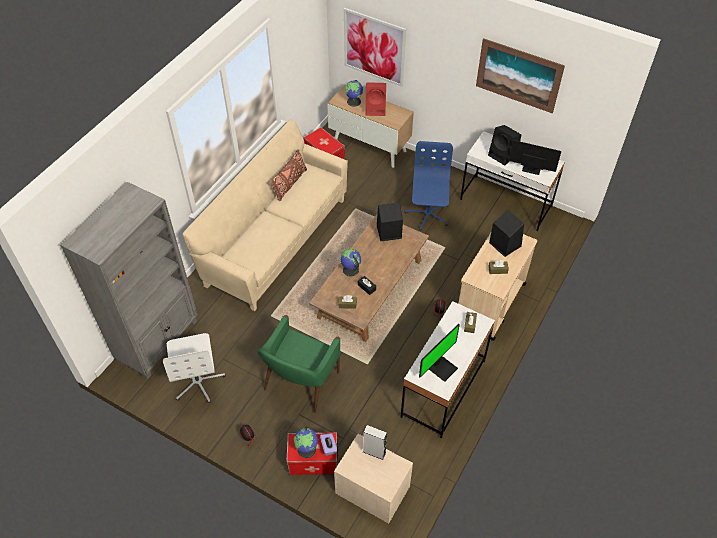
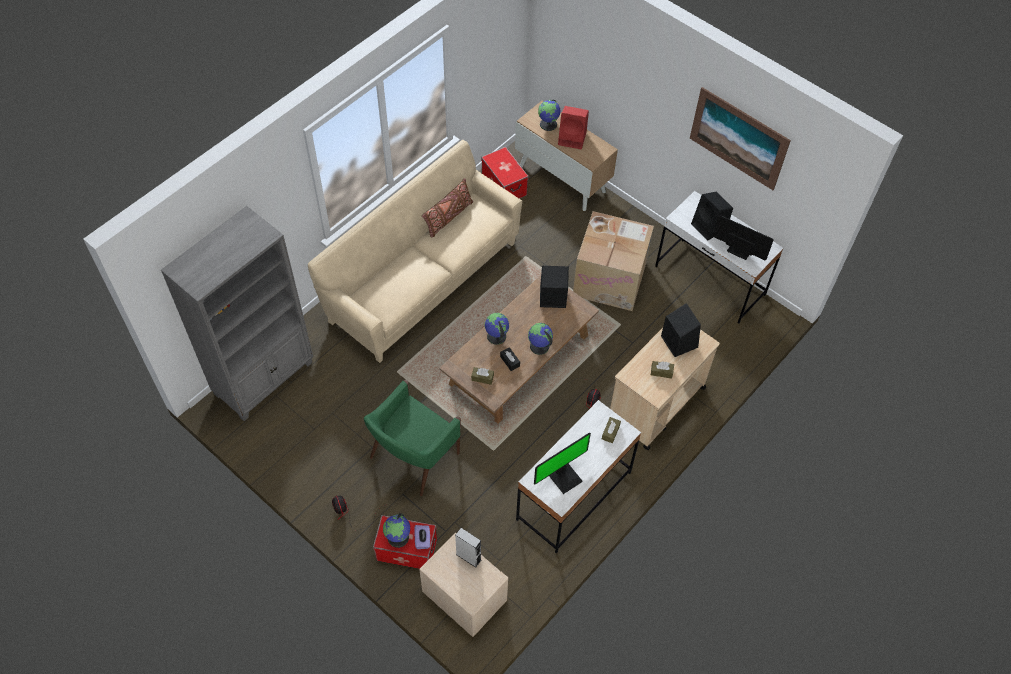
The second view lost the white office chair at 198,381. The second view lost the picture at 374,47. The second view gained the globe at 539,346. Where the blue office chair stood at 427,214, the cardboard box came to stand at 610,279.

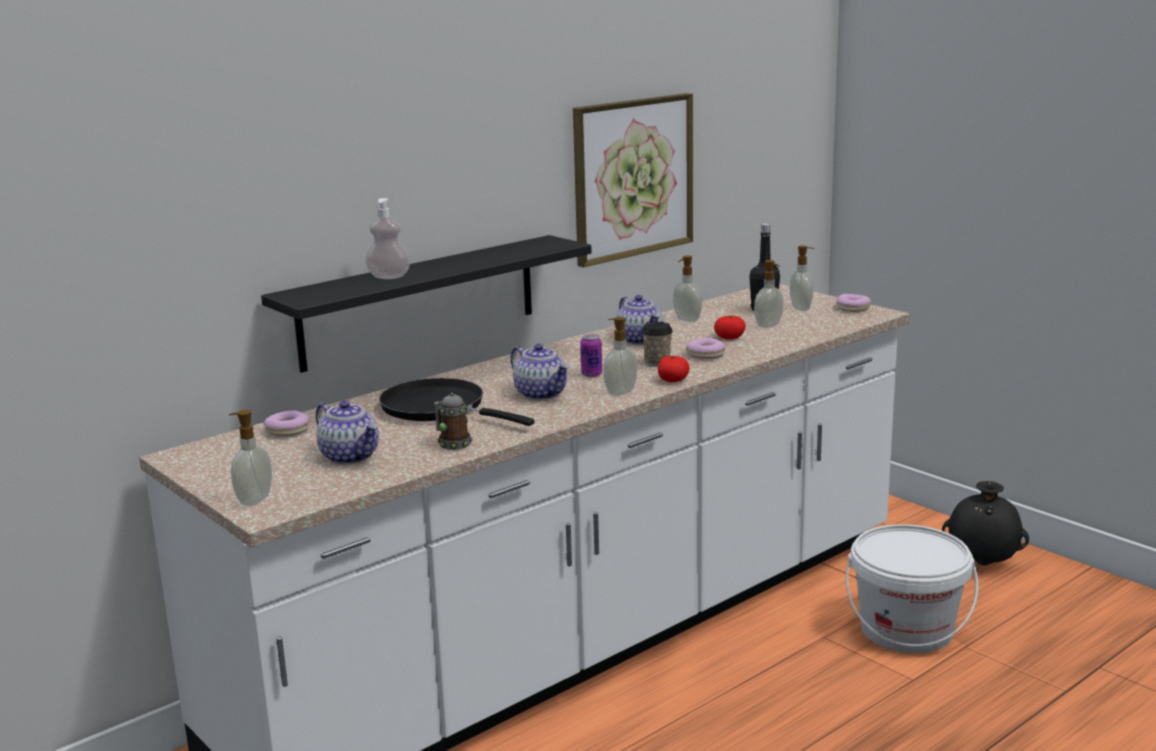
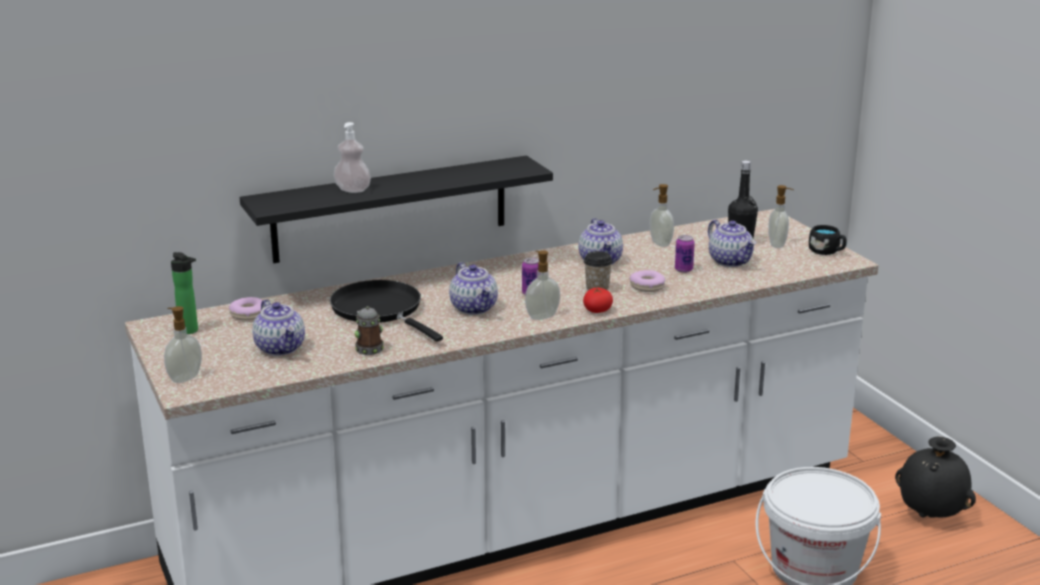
The second view lost the picture at 632,178. The second view gained the bottle at 190,331. Where the tomato stood at 729,337, the can came to stand at 683,270. Where the soap dispenser stood at 769,326, the teapot came to stand at 730,261. Where the donut stood at 853,308, the black mug came to stand at 827,251.

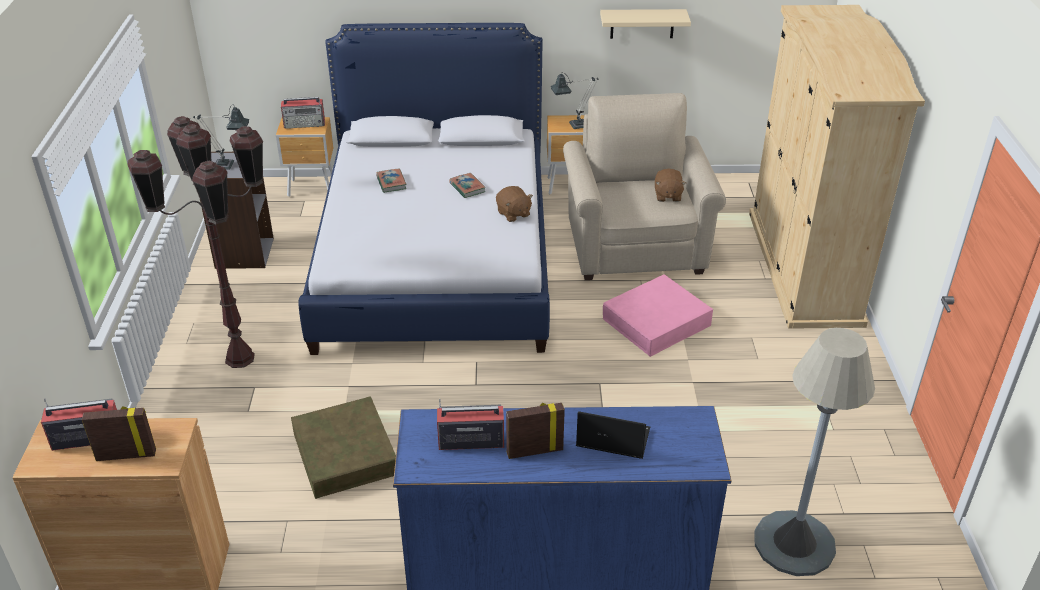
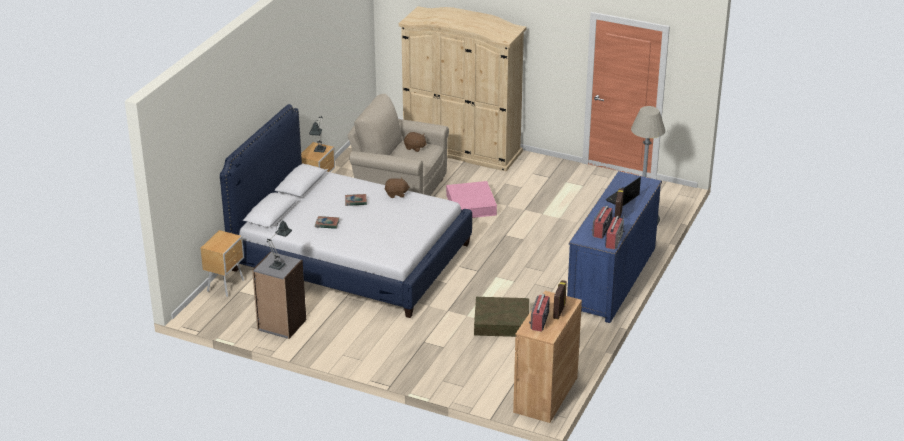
The second view lost the brown floor lamp at 239,358. The second view lost the beige shelf at 642,23. The radio ended up elsewhere, having gone from 305,124 to 614,240.

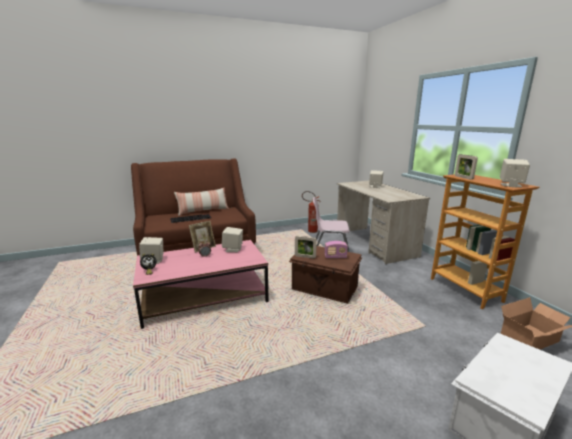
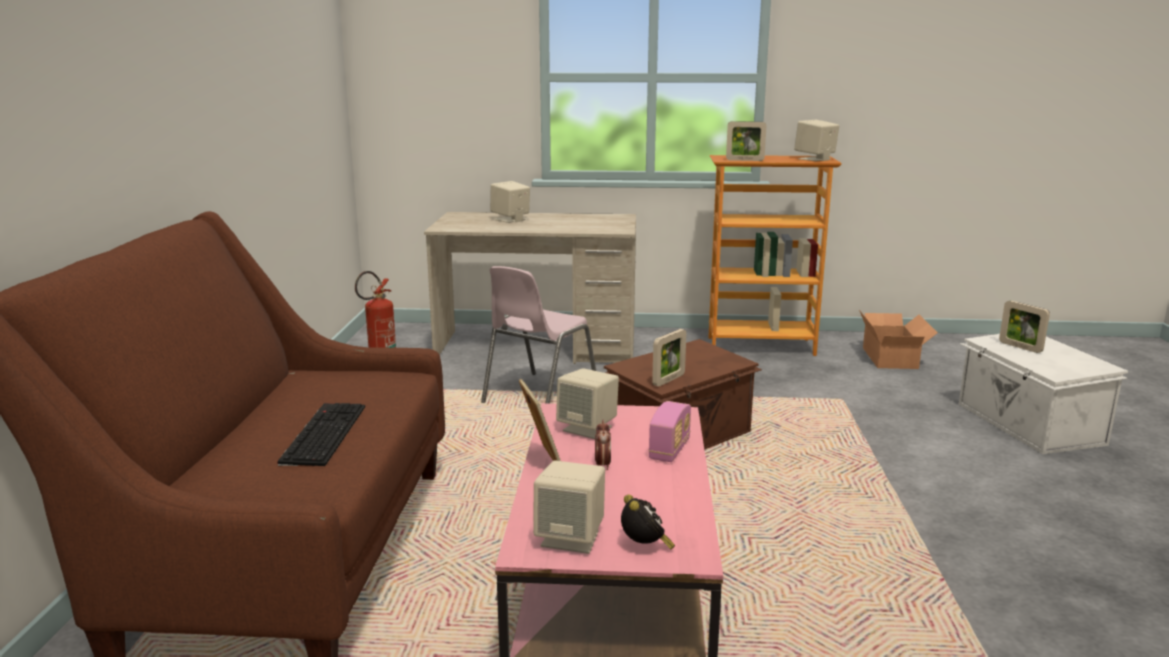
The second view lost the pillow at 203,211. The second view gained the picture frame at 1020,347. The radio ended up elsewhere, having gone from 335,257 to 669,450.

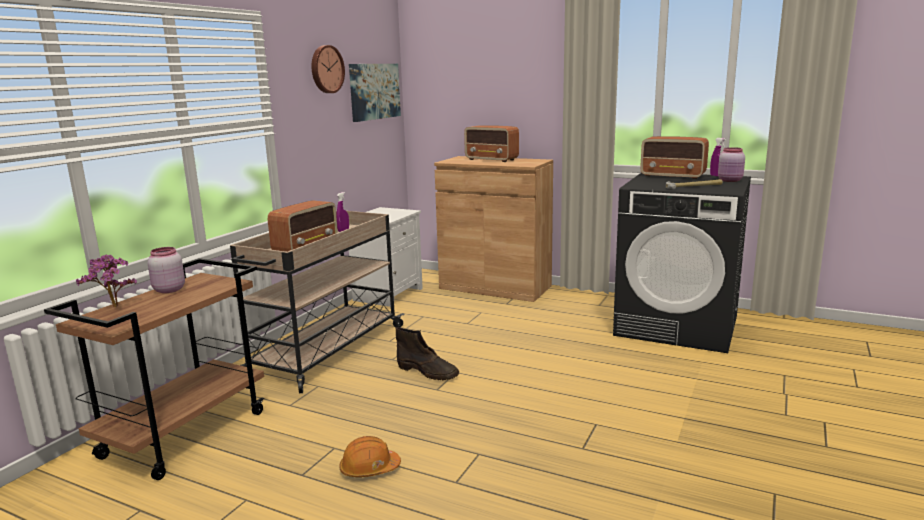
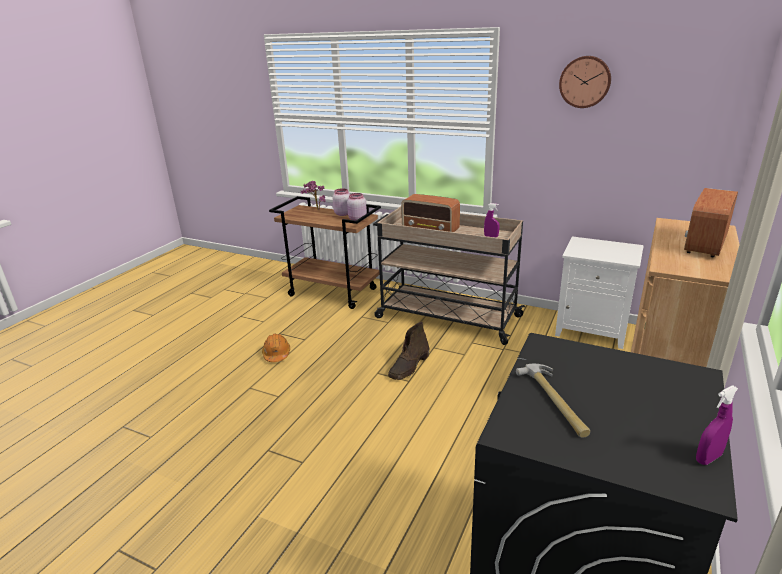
The second view lost the picture at 374,91. The second view lost the radio at 673,176. The pink jar ended up elsewhere, having gone from 730,180 to 357,219.

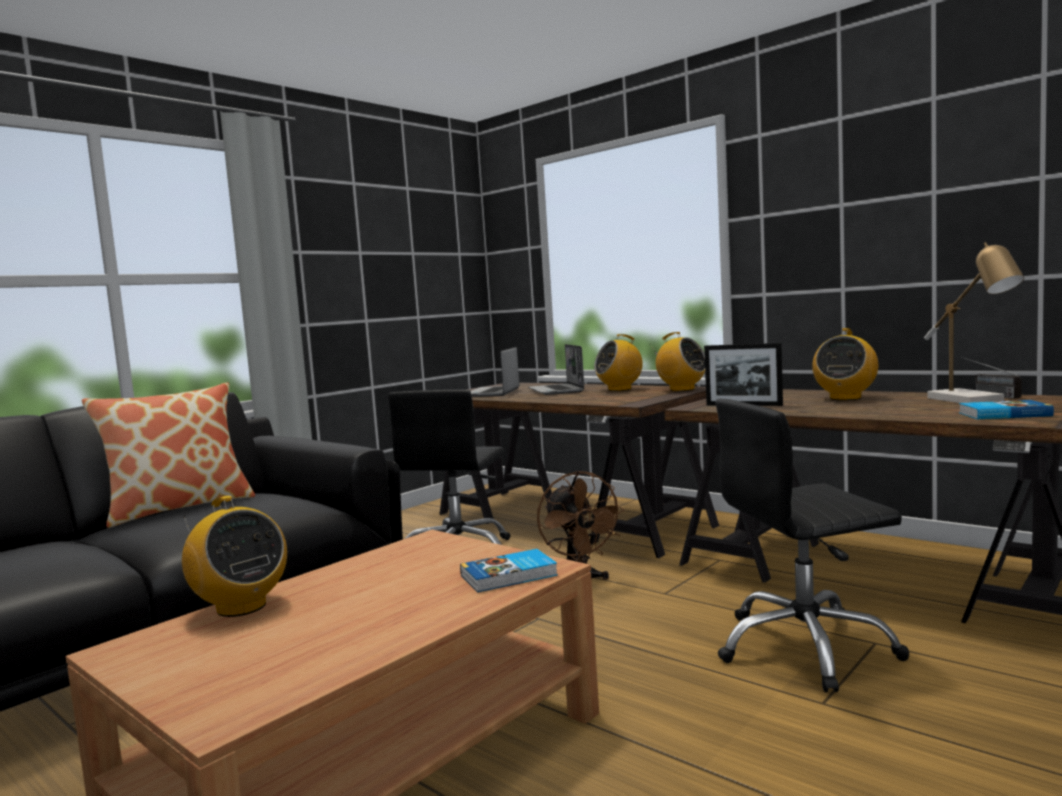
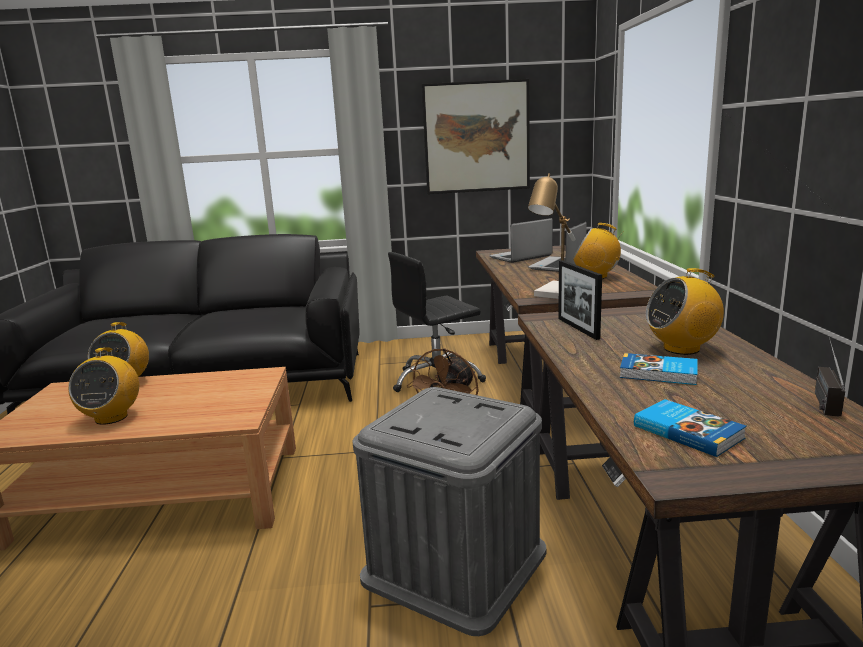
The second view lost the pillow at 179,508. The second view gained the picture at 476,137. The book ended up elsewhere, having gone from 510,575 to 659,373. The radio ended up elsewhere, having gone from 681,389 to 111,417. The table lamp ended up elsewhere, having gone from 972,400 to 554,294. Where the black office chair stood at 805,647, the grey storage box came to stand at 455,564.

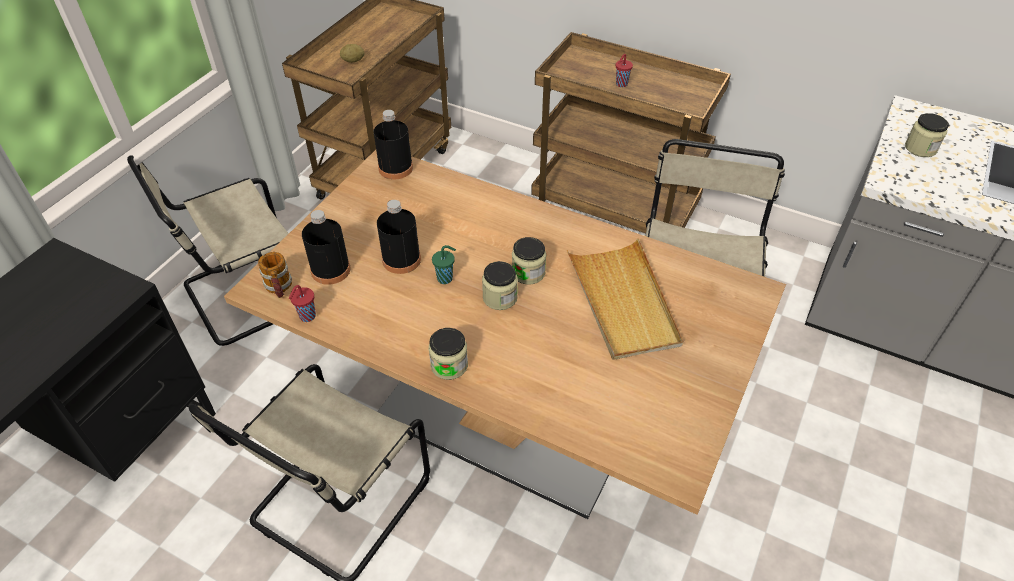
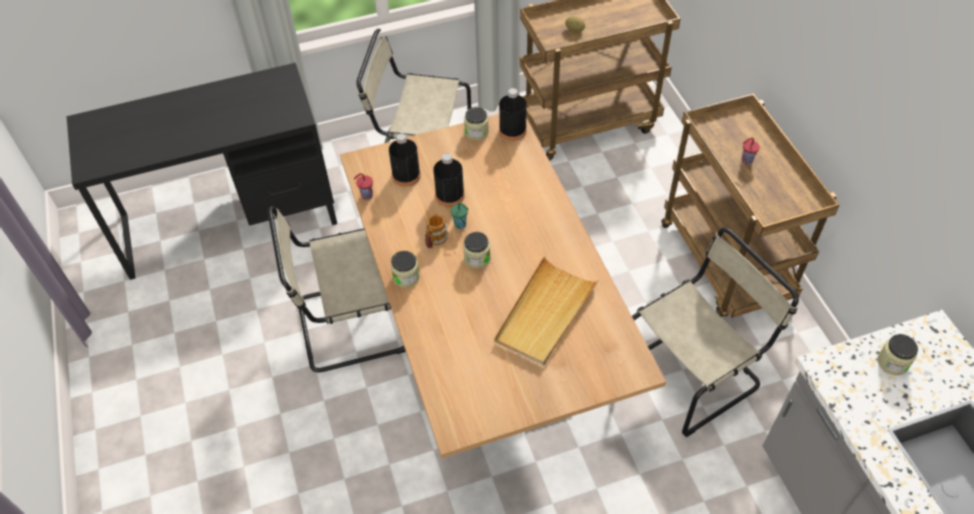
The mug ended up elsewhere, having gone from 279,288 to 435,240. The jar ended up elsewhere, having gone from 528,273 to 476,132.

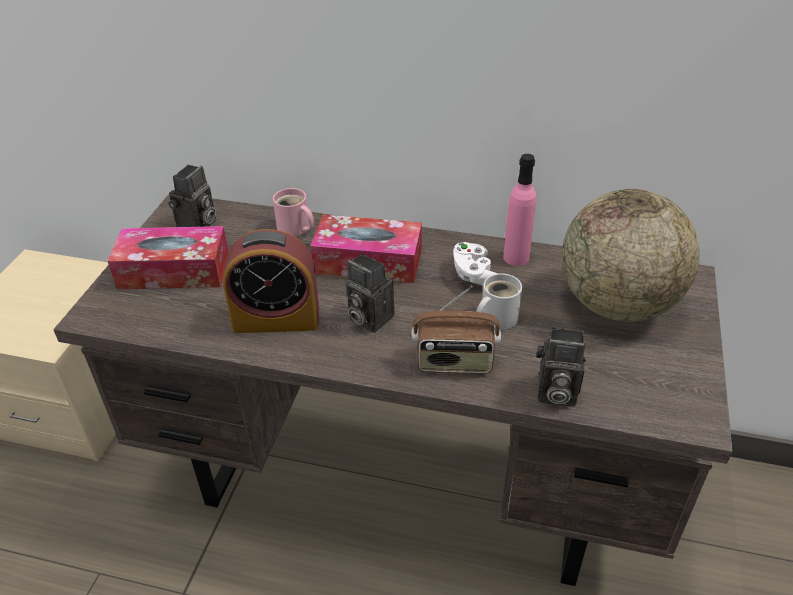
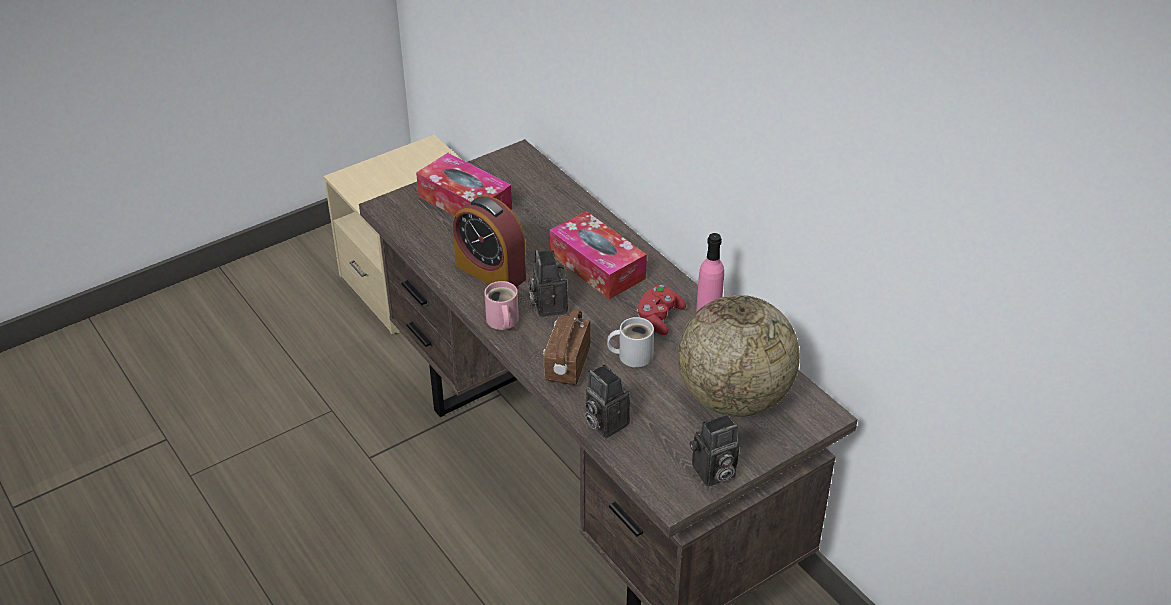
The photo camera ended up elsewhere, having gone from 197,225 to 712,473. The pink mug ended up elsewhere, having gone from 295,229 to 501,321. What was the white game controller at 474,275 turned into the red game controller at 659,318. The radio at 454,362 ended up facing another way, 60 degrees clockwise from before.

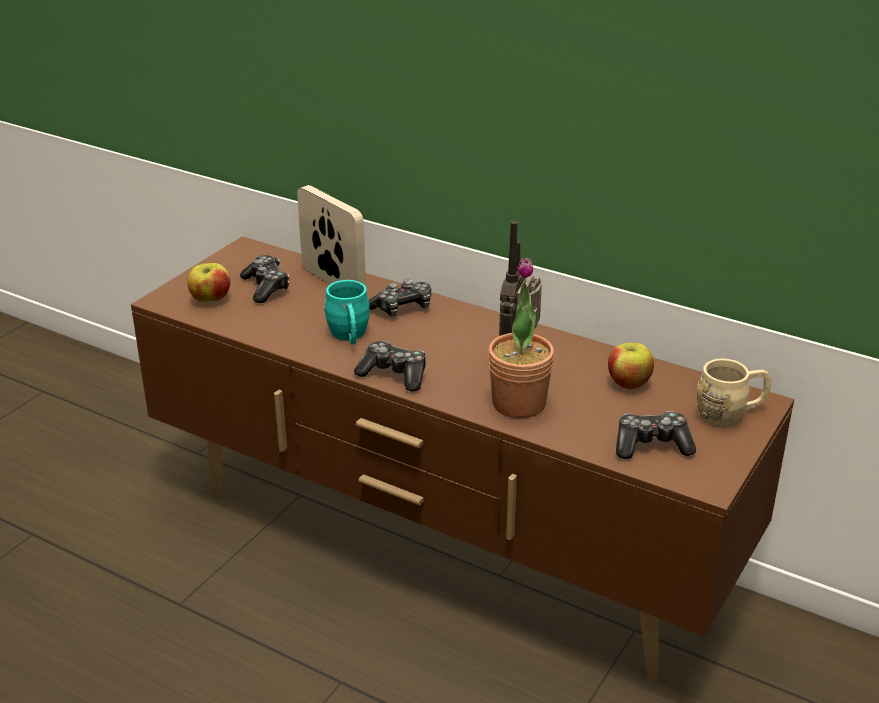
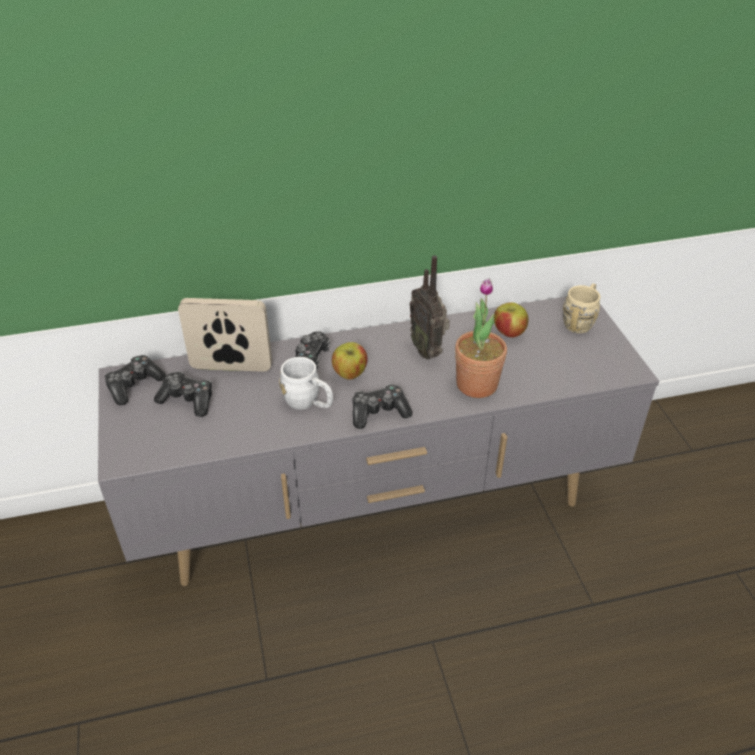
The apple ended up elsewhere, having gone from 211,300 to 350,374. The game controller ended up elsewhere, having gone from 651,445 to 134,385. What was the brown tv stand at 442,549 turned into the grey tv stand at 378,510. What was the turquoise mug at 349,337 turned into the white mug at 308,403.

